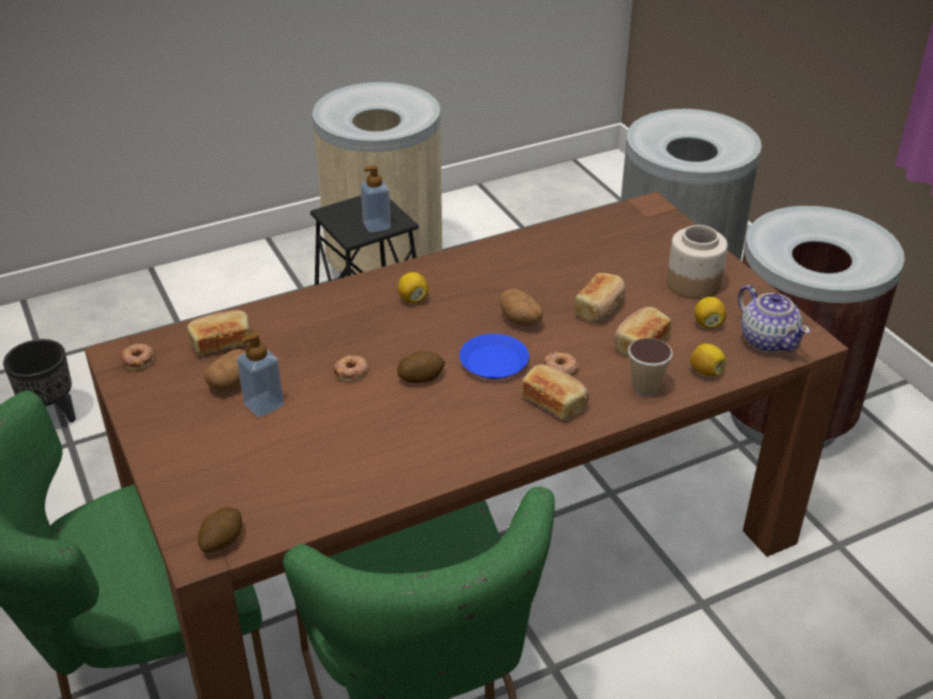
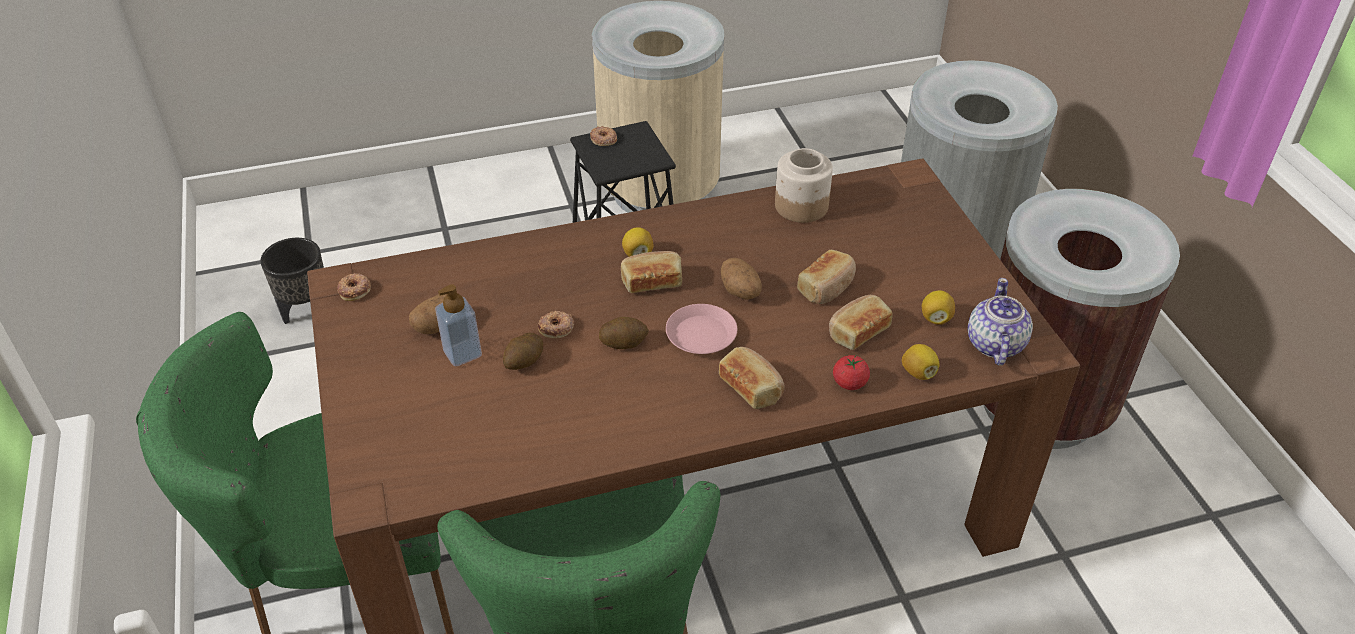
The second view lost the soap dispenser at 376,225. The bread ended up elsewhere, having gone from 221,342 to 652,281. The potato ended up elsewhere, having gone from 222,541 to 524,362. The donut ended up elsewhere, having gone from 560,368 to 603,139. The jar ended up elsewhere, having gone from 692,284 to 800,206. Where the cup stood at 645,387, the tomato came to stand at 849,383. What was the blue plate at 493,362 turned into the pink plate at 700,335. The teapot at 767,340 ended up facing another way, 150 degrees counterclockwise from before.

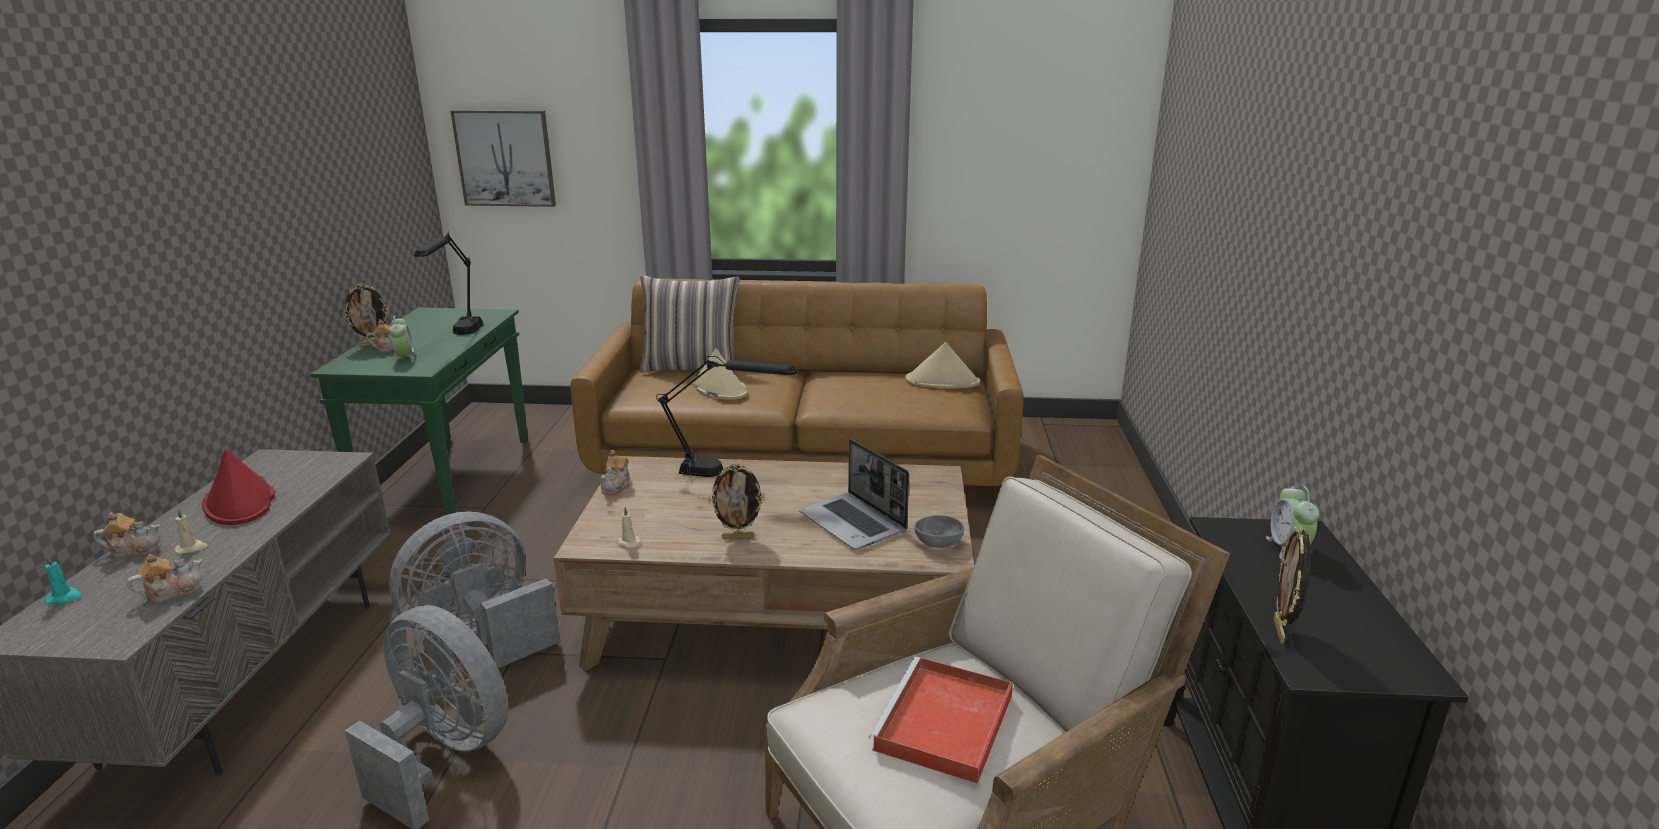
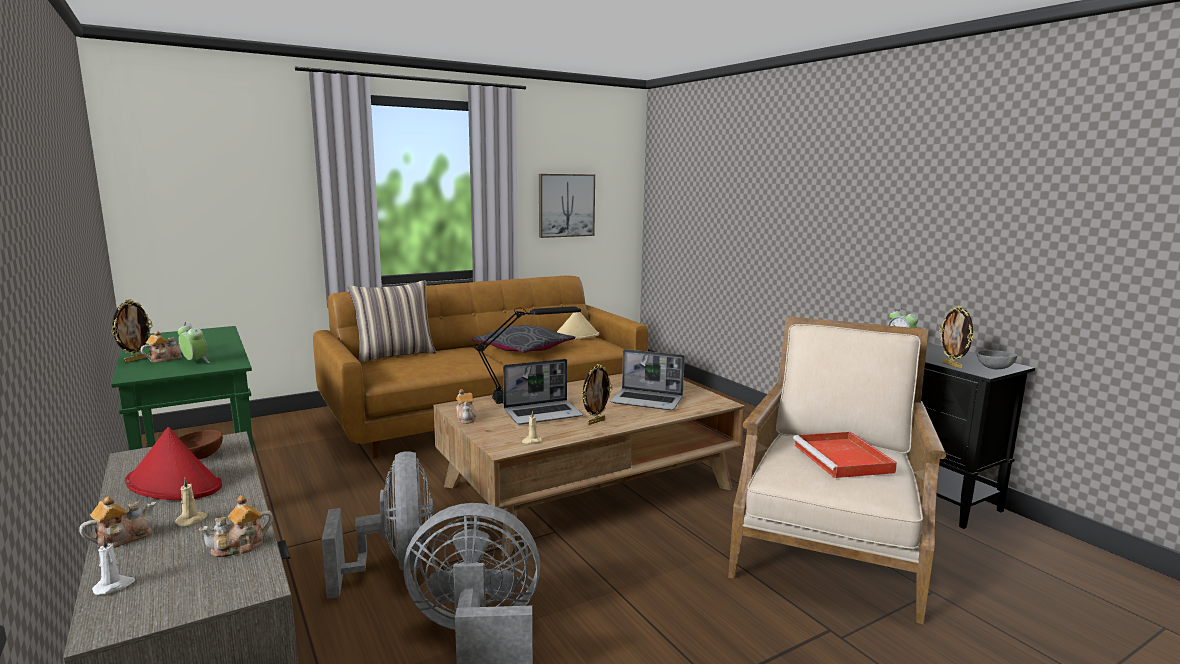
The second view lost the black table lamp at 459,336. The second view lost the beige hat at 718,388. The second view gained the brown bowl at 198,456. The second view gained the grey pillow at 523,349. The second view gained the laptop at 543,414. The picture ended up elsewhere, having gone from 505,158 to 566,205. The grey bowl ended up elsewhere, having gone from 937,542 to 993,368. What was the turquoise candle at 65,598 turned into the white candle at 114,586. The teapot at 173,592 ended up facing another way, 150 degrees counterclockwise from before. The grey fan at 481,635 ended up facing another way, 150 degrees clockwise from before.

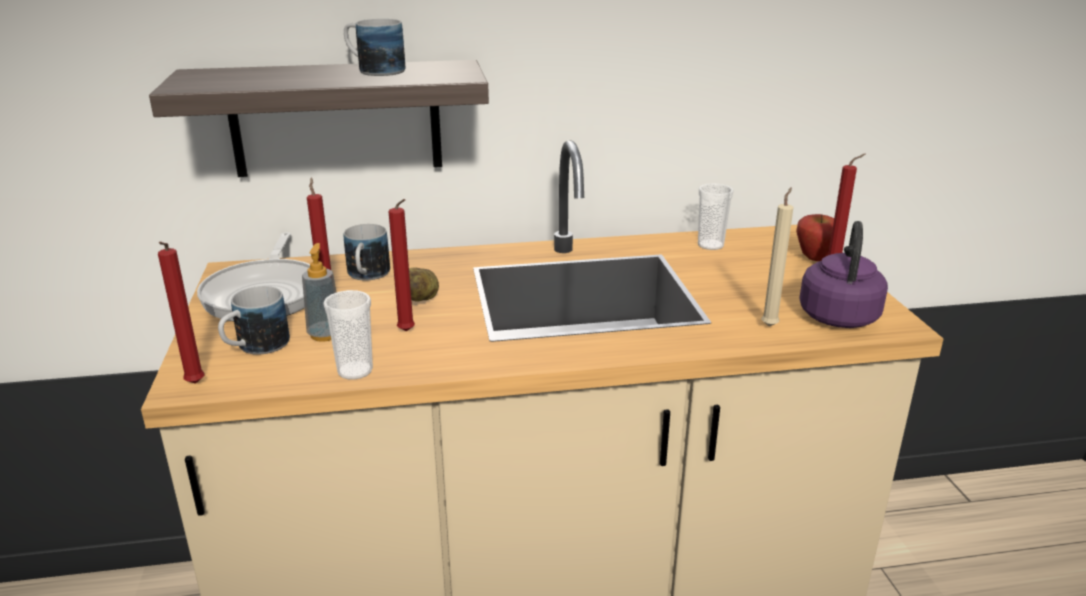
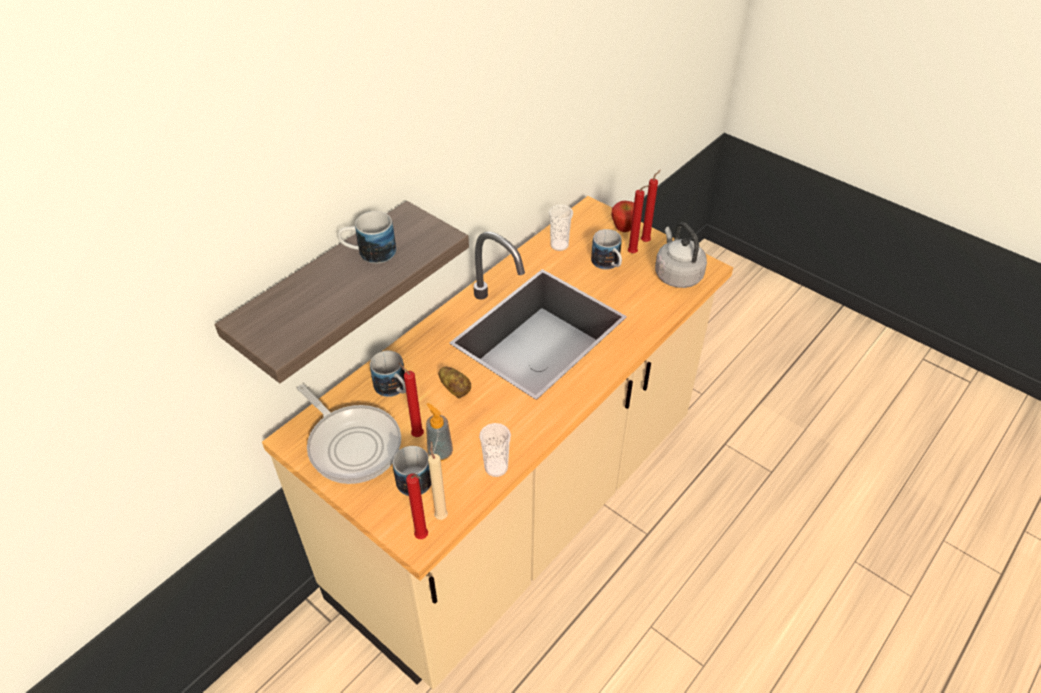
The second view gained the mug at 608,265. The red candle ended up elsewhere, having gone from 408,332 to 634,253. The beige candle ended up elsewhere, having gone from 770,325 to 441,515. What was the purple kettle at 838,315 turned into the grey kettle at 677,274.

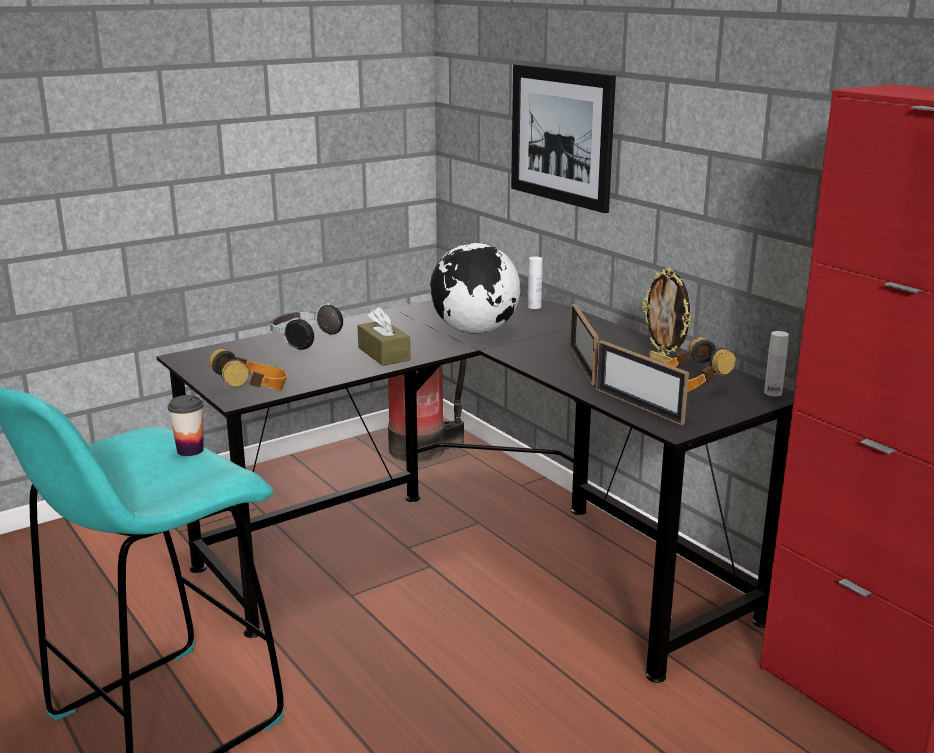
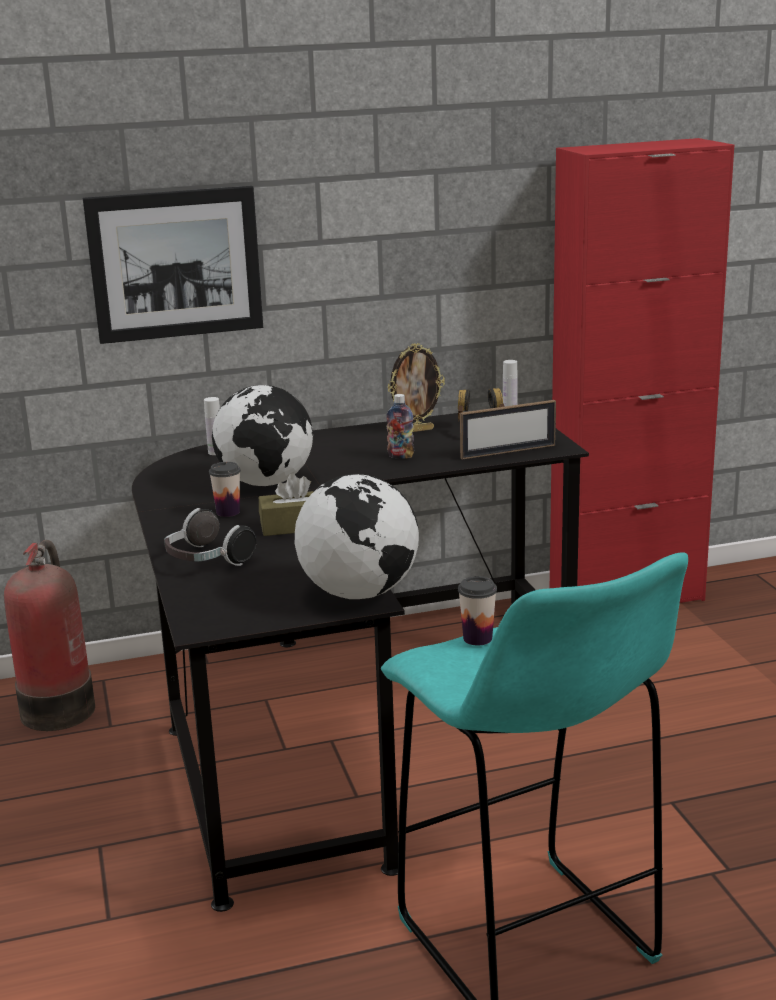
The second view gained the cup at 228,512. Where the headphones stood at 253,393, the globe came to stand at 359,593. Where the picture frame stood at 582,365, the bottle came to stand at 401,456.

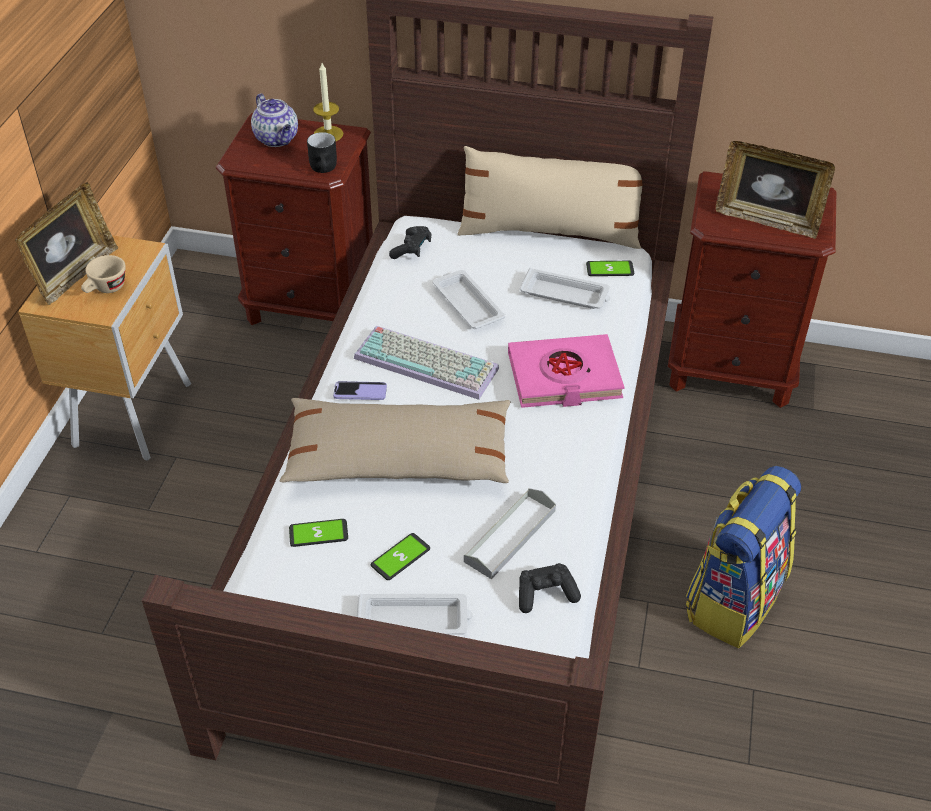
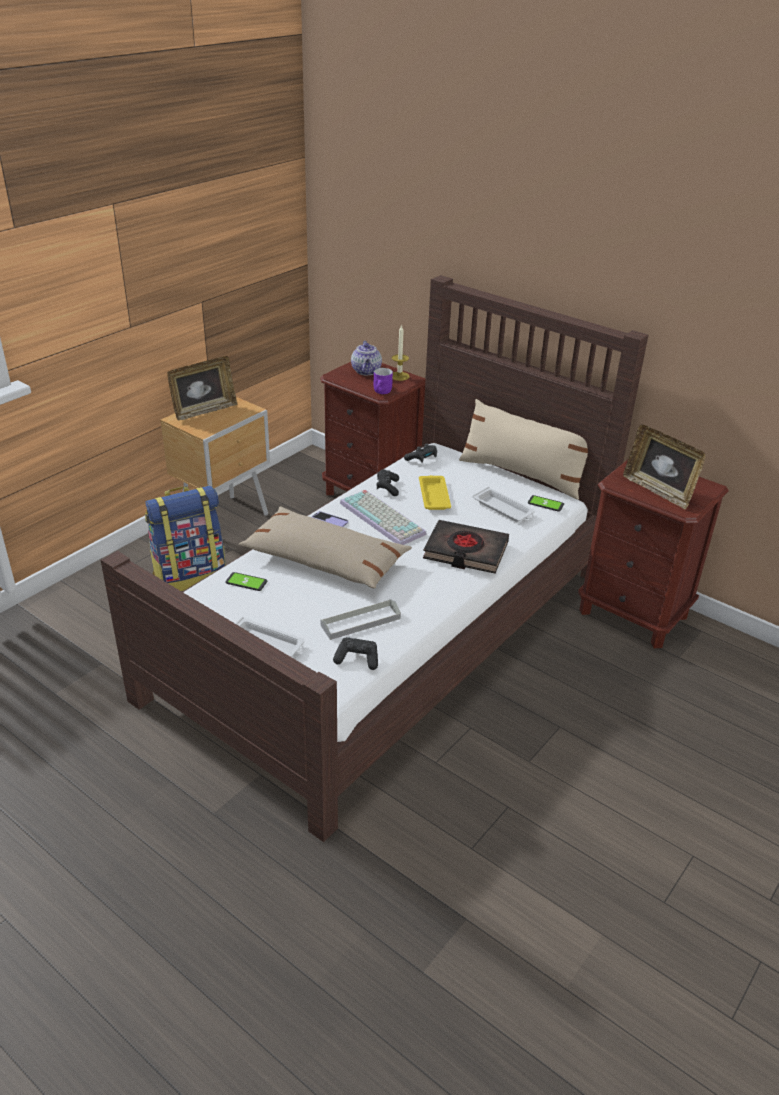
The second view lost the beige cup at 106,289. The second view lost the phone at 400,557. The second view gained the black game controller at 387,488. The backpack ended up elsewhere, having gone from 733,599 to 190,575. What was the black mug at 325,169 turned into the purple mug at 383,392. What was the white tray at 467,303 turned into the yellow tray at 434,495. What was the pink book at 564,377 turned into the black book at 465,551.

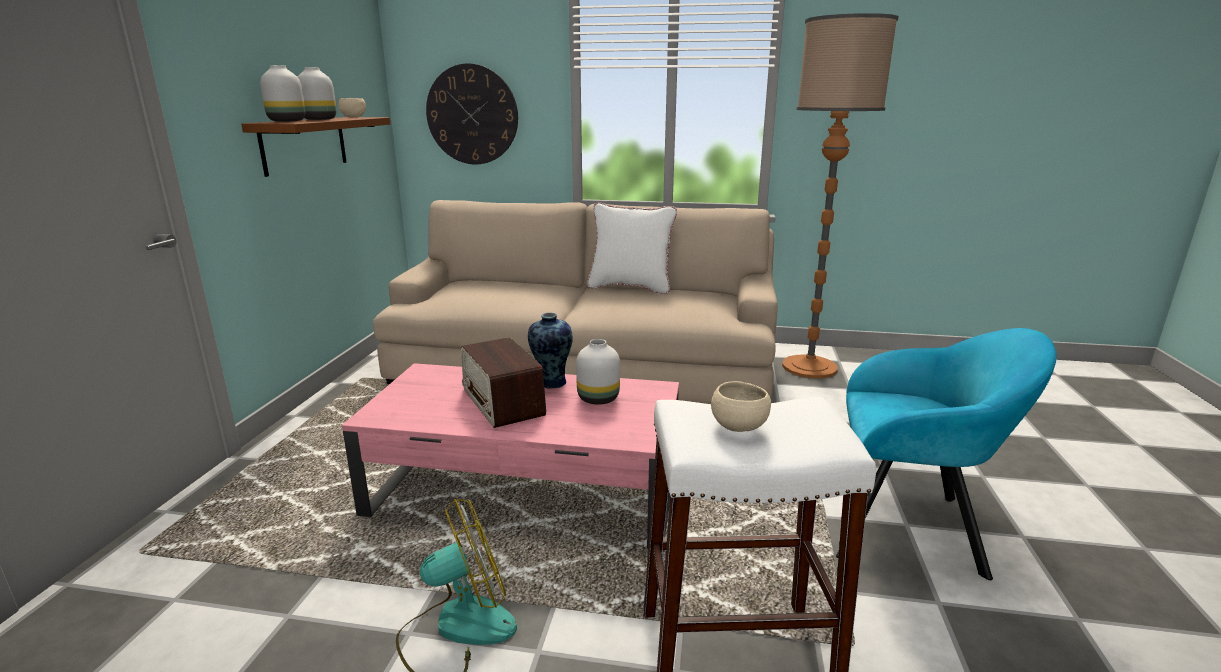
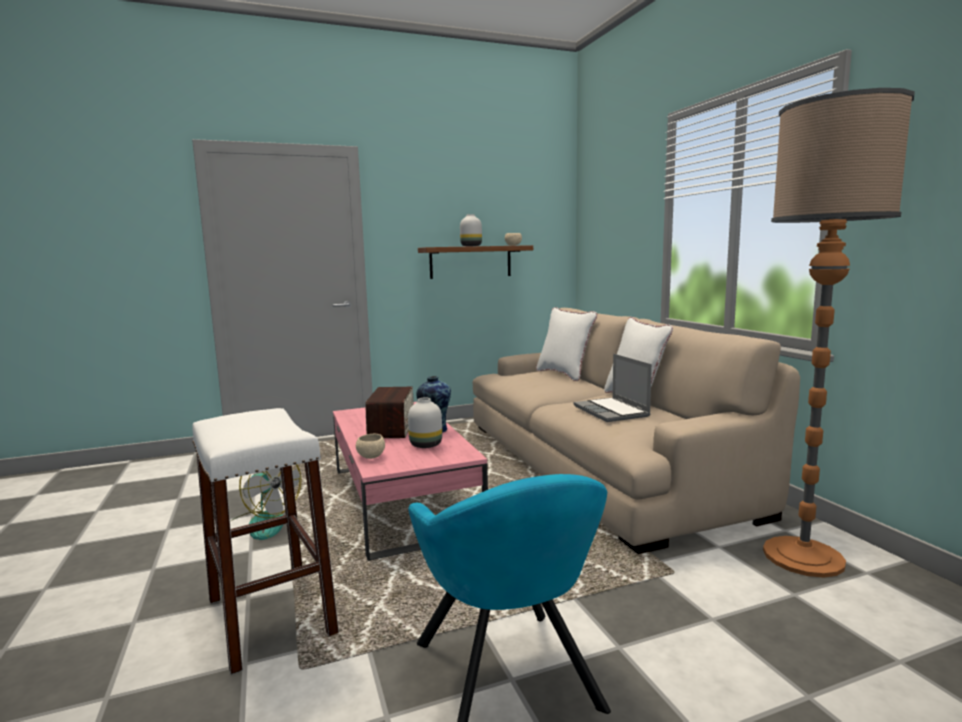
The second view lost the white vase at 288,121. The second view lost the wall clock at 472,115. The second view gained the white pillow at 564,374. The second view gained the laptop at 612,411. The beige bowl ended up elsewhere, having gone from 738,427 to 371,457. The radio at 503,402 ended up facing another way, 150 degrees clockwise from before.

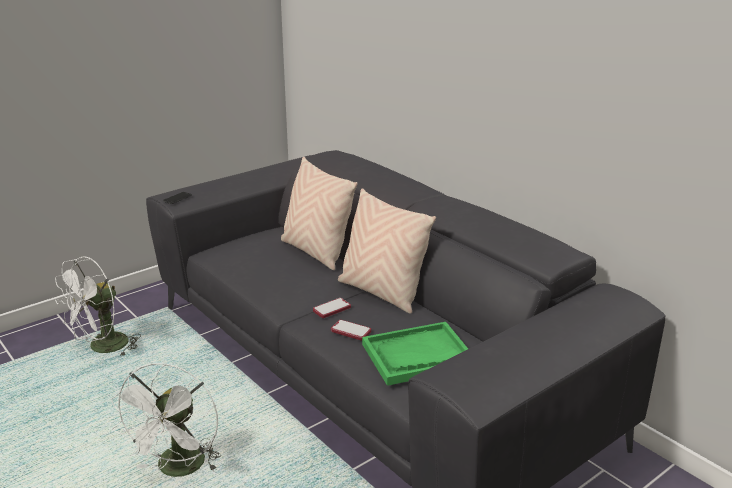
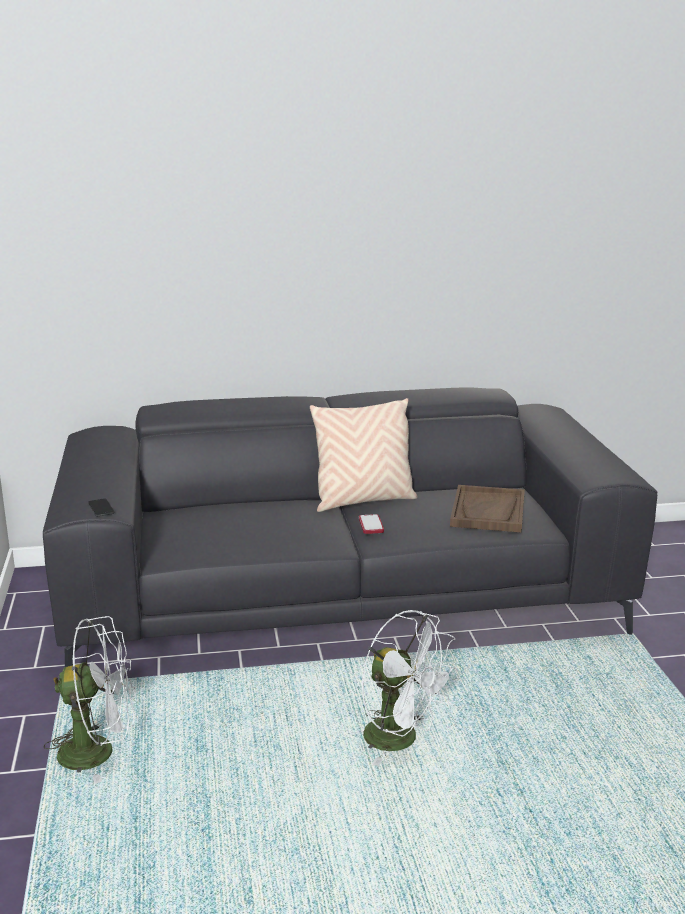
The second view lost the beige pillow at 316,252. The second view lost the phone at 351,331. What was the green tray at 417,356 turned into the brown tray at 488,511. The white fan at 102,348 ended up facing another way, 75 degrees counterclockwise from before.

